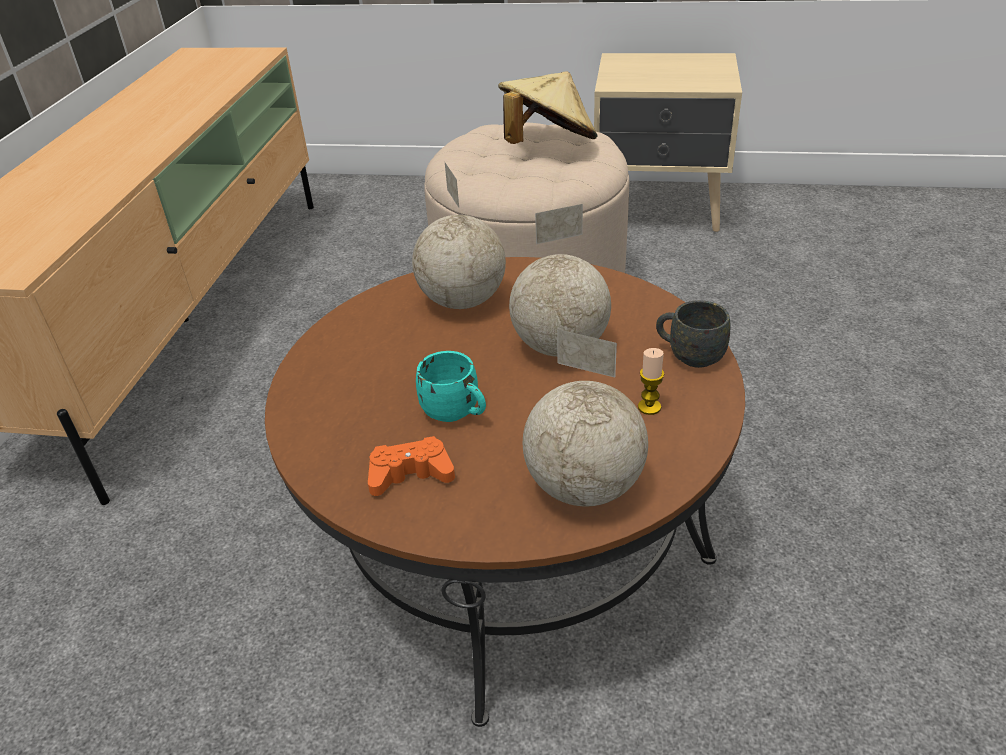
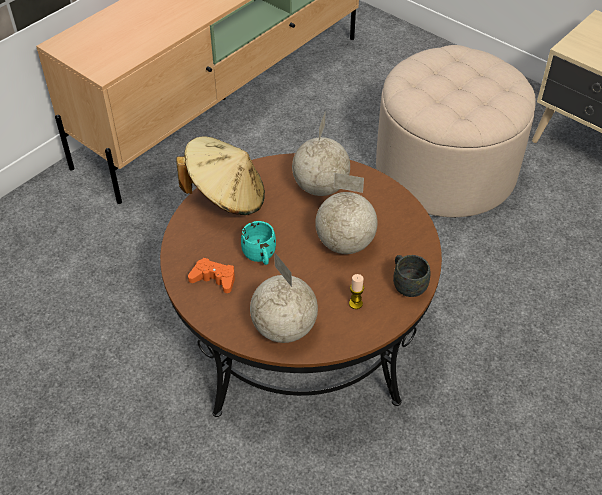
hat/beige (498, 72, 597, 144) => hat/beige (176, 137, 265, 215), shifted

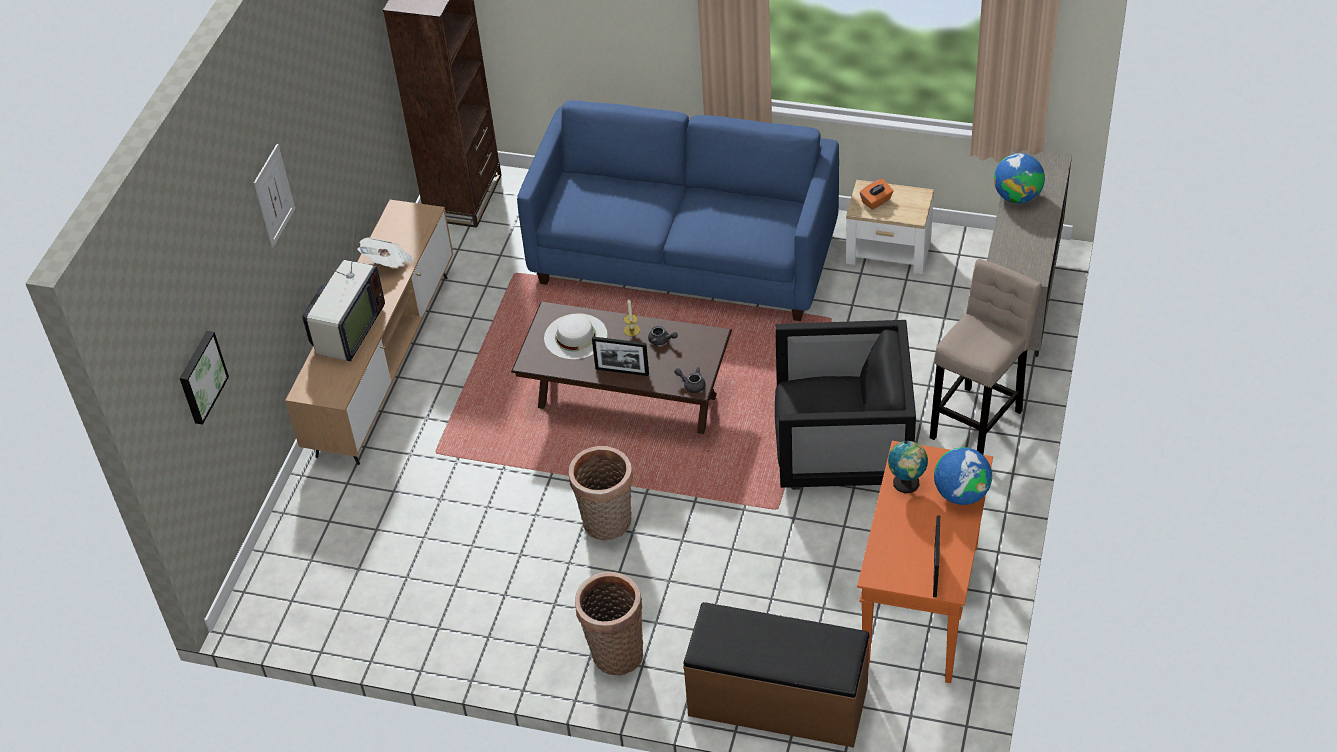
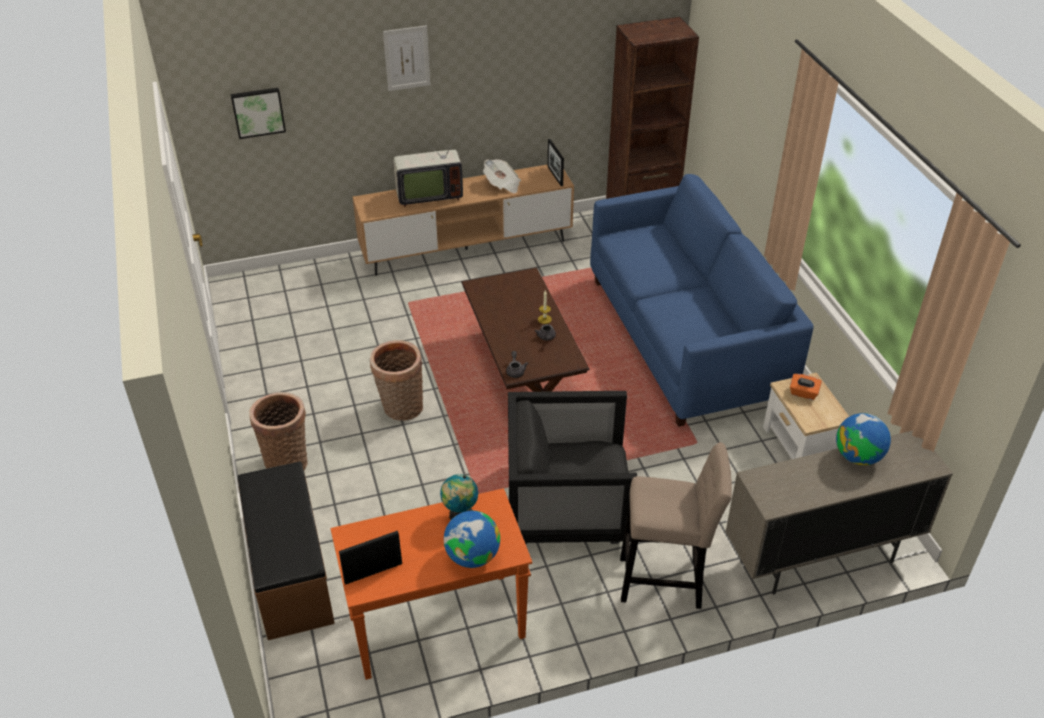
hat/white (544, 314, 607, 359) => nothing
picture frame (592, 337, 649, 376) => picture frame (548, 139, 564, 186), shifted
armchair/black (775, 320, 916, 490) => armchair/black (508, 391, 637, 544), 120 degrees clockwise

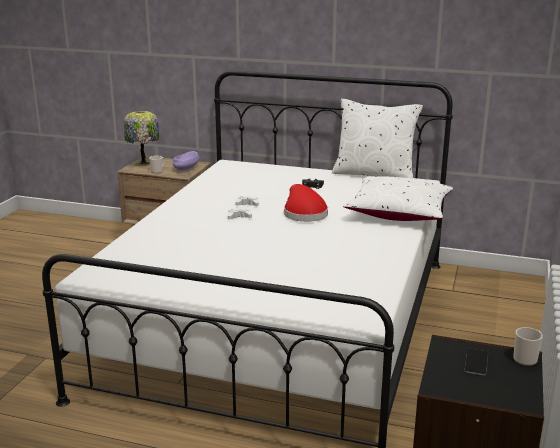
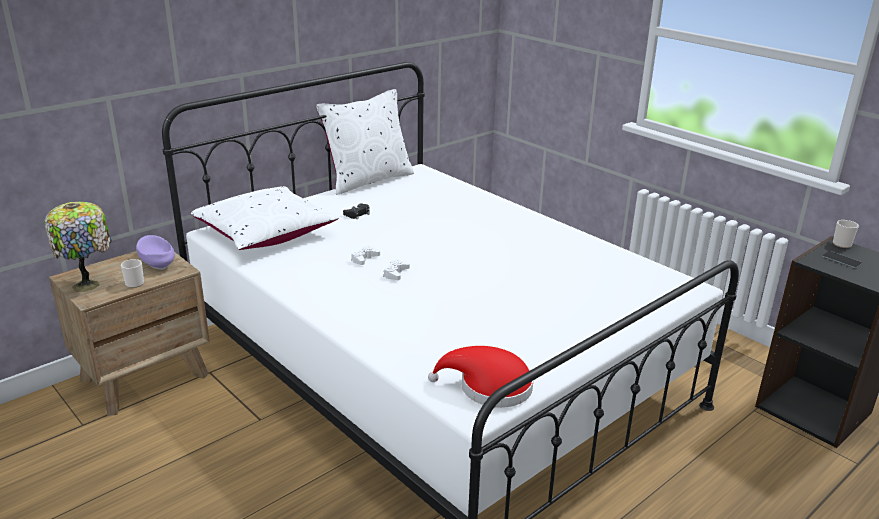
hat/red (284, 184, 328, 222) => hat/red (428, 346, 533, 408), shifted
pillow/white (343, 177, 453, 221) => pillow/white (190, 186, 339, 250), shifted

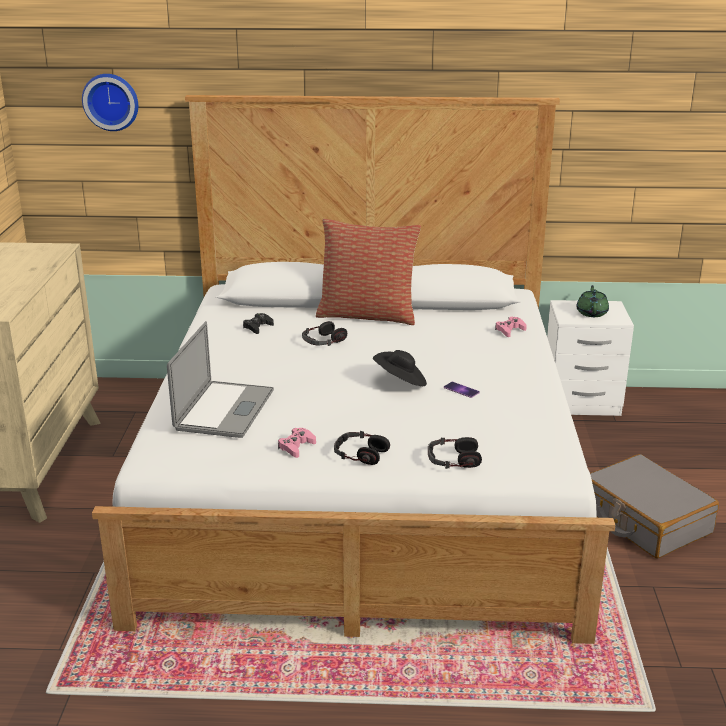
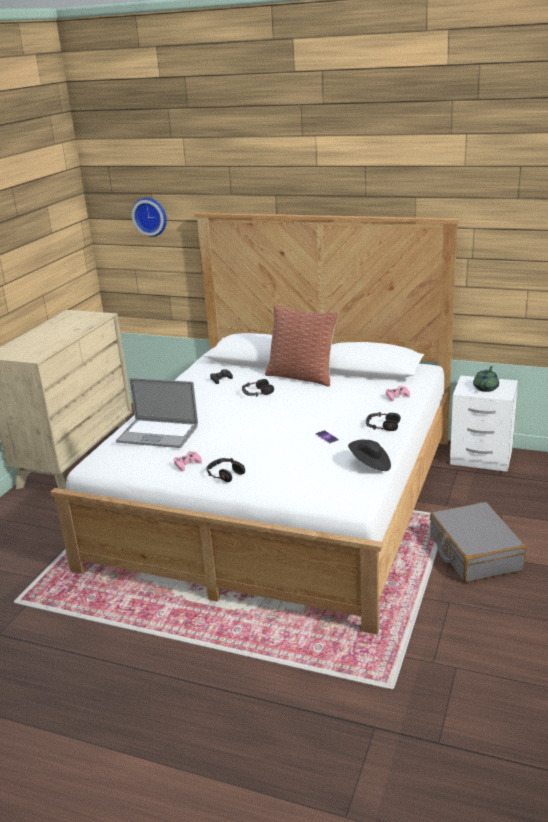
hat/black (373, 350, 427, 386) => hat/black (348, 440, 391, 471), shifted
headphones (428, 437, 482, 469) => headphones (366, 412, 401, 431), shifted
laptop (167, 321, 274, 438) => laptop (116, 378, 198, 448), 75 degrees clockwise

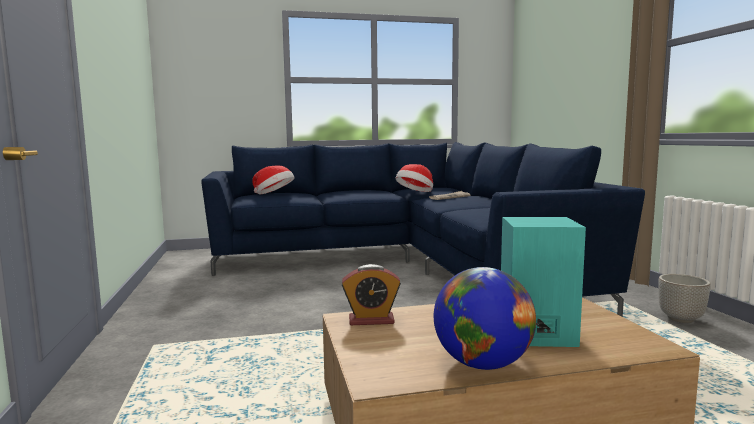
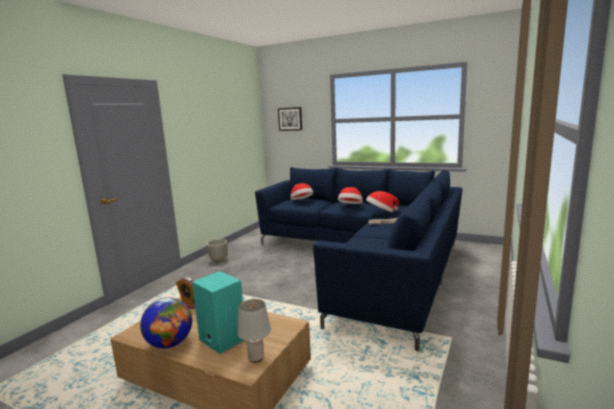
nothing => table lamp/grey (237, 299, 271, 363)
nothing => picture (278, 107, 302, 131)
nothing => hat (338, 187, 363, 204)
planter (658, 274, 711, 323) => planter (207, 239, 228, 262), shifted

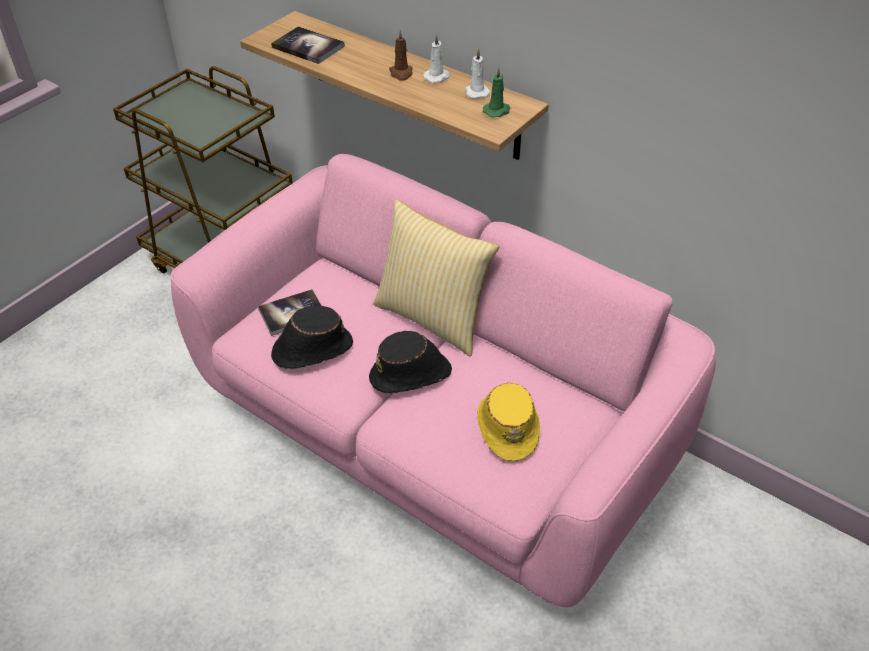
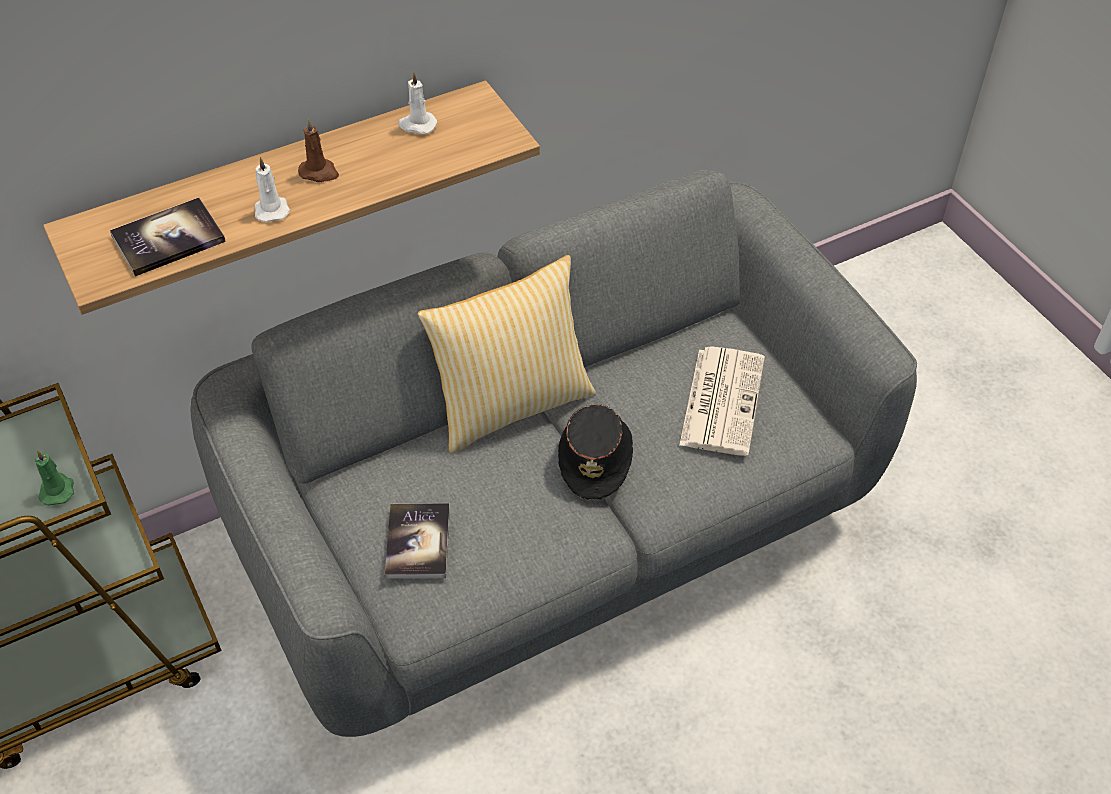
hat/black (271, 306, 353, 369) => nothing
candle/white (424, 34, 450, 83) => candle/white (255, 157, 290, 222), shifted
candle/green (483, 67, 510, 118) => candle/green (35, 450, 74, 506), shifted
hat/yellow (477, 383, 540, 461) => newspaper (679, 346, 765, 456)
sofa/pink (171, 154, 716, 607) => sofa/grey (190, 169, 917, 737)

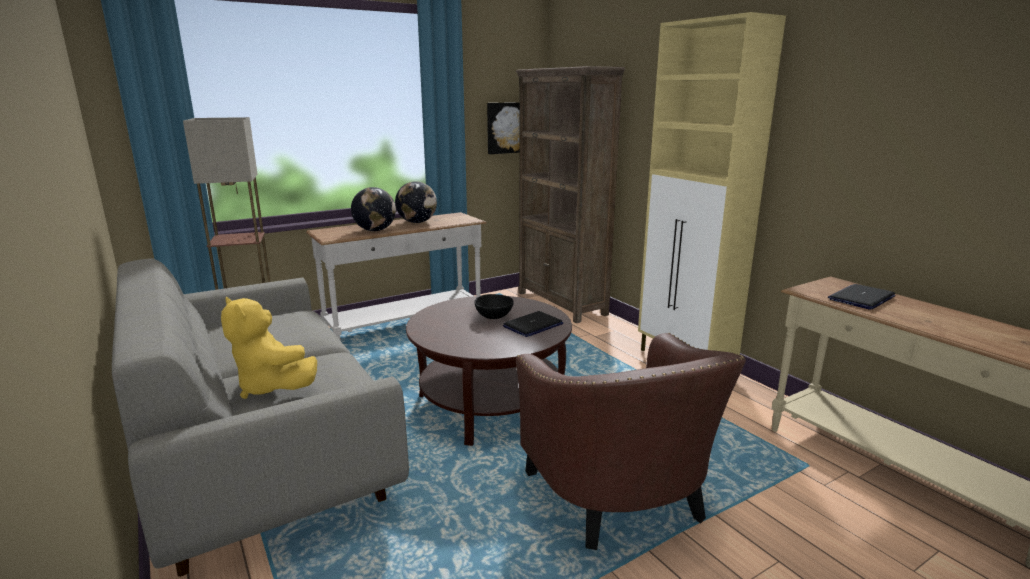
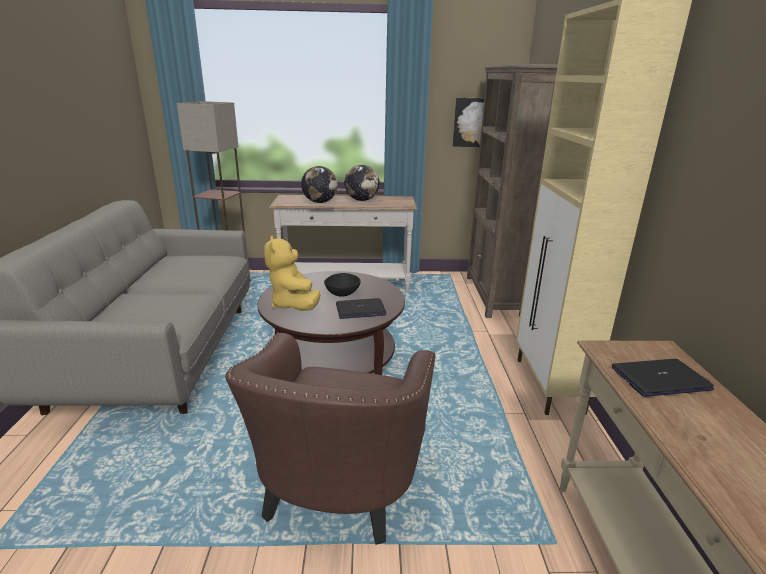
plush toy/yellow (221, 297, 317, 399) => plush toy/yellow (264, 235, 321, 311), shifted

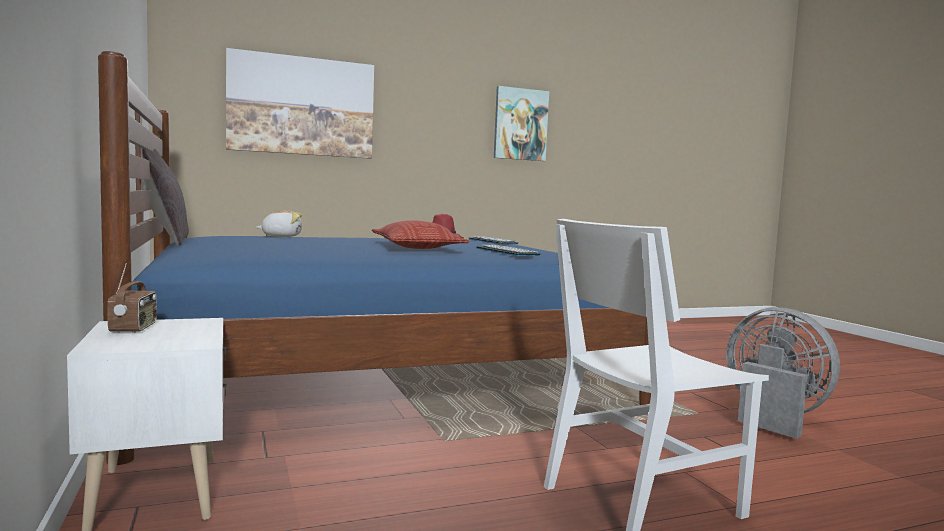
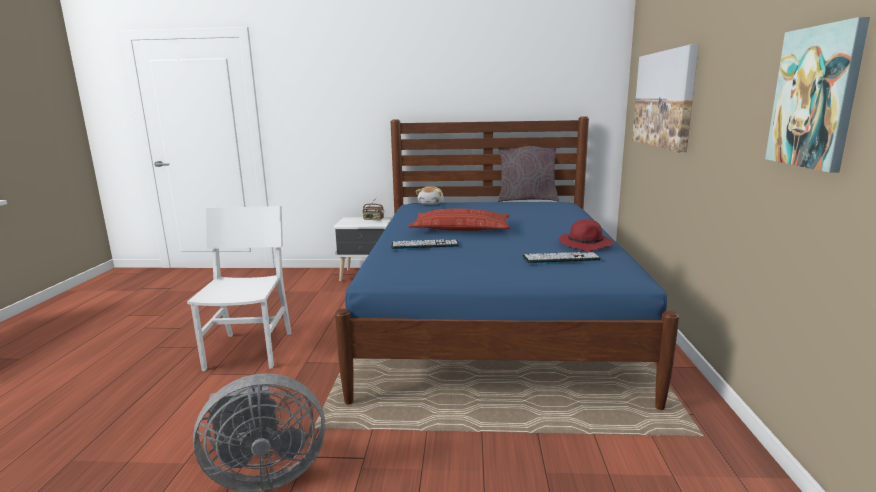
plush toy (256, 210, 302, 237) => plush toy (416, 186, 444, 205), shifted

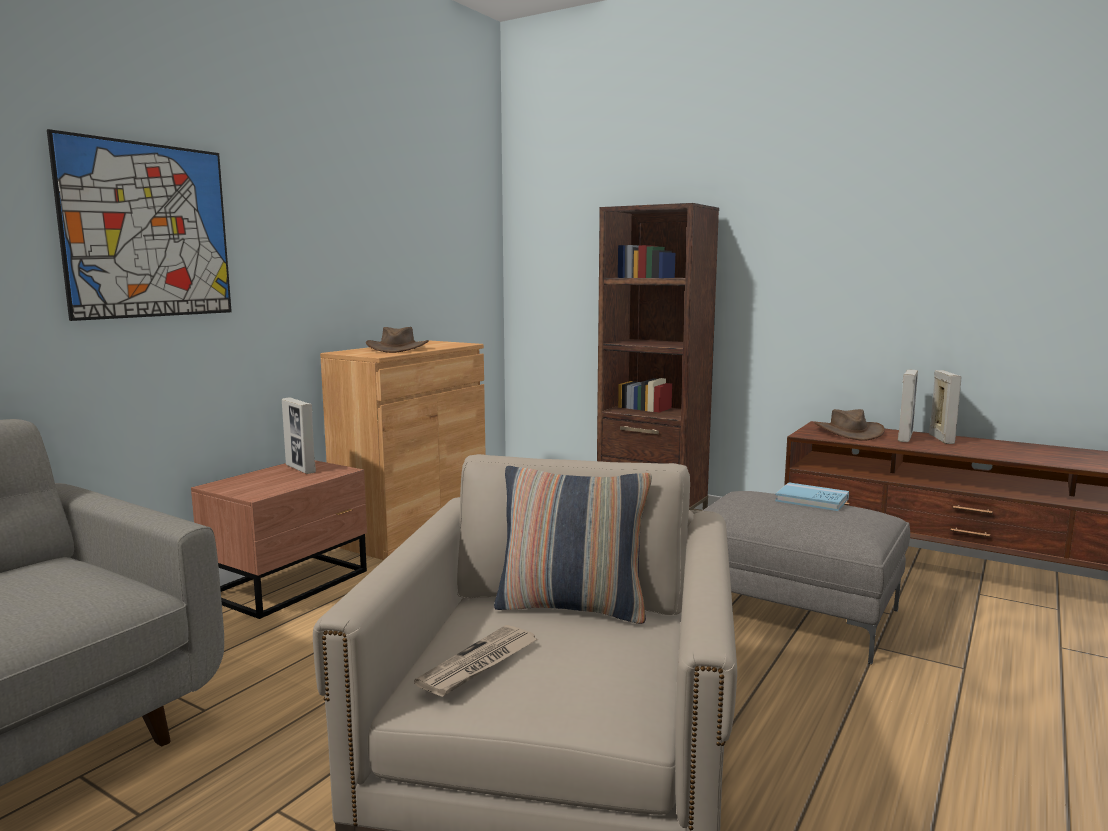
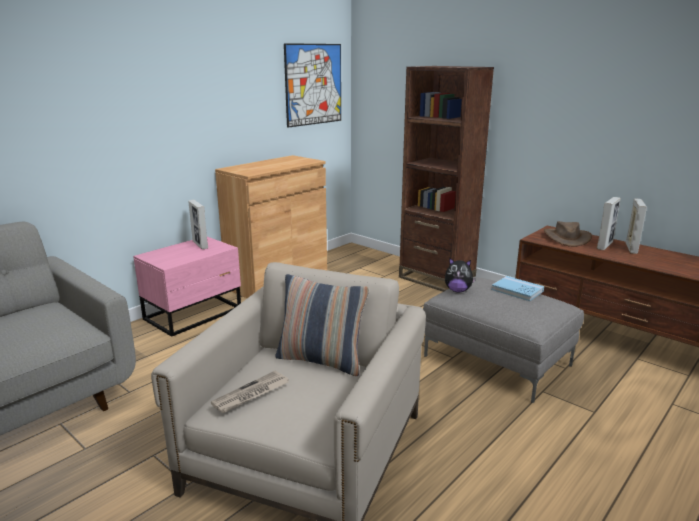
hat/brown (366, 327, 429, 353) => nothing
nothing => plush toy (445, 258, 476, 292)
picture (47, 129, 232, 321) => picture (284, 43, 341, 128), shifted
nightstand/brown (191, 460, 367, 619) => nightstand/pink (133, 237, 241, 337)

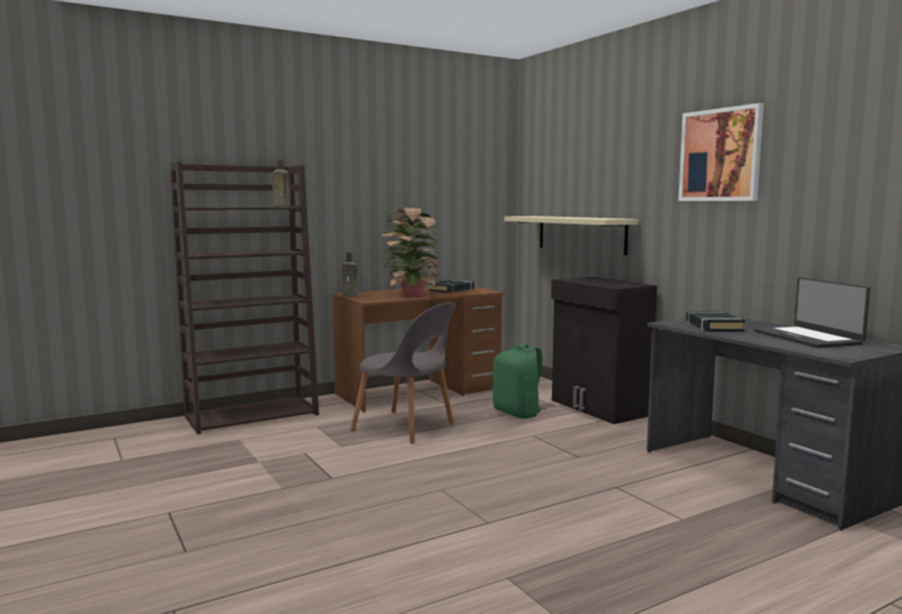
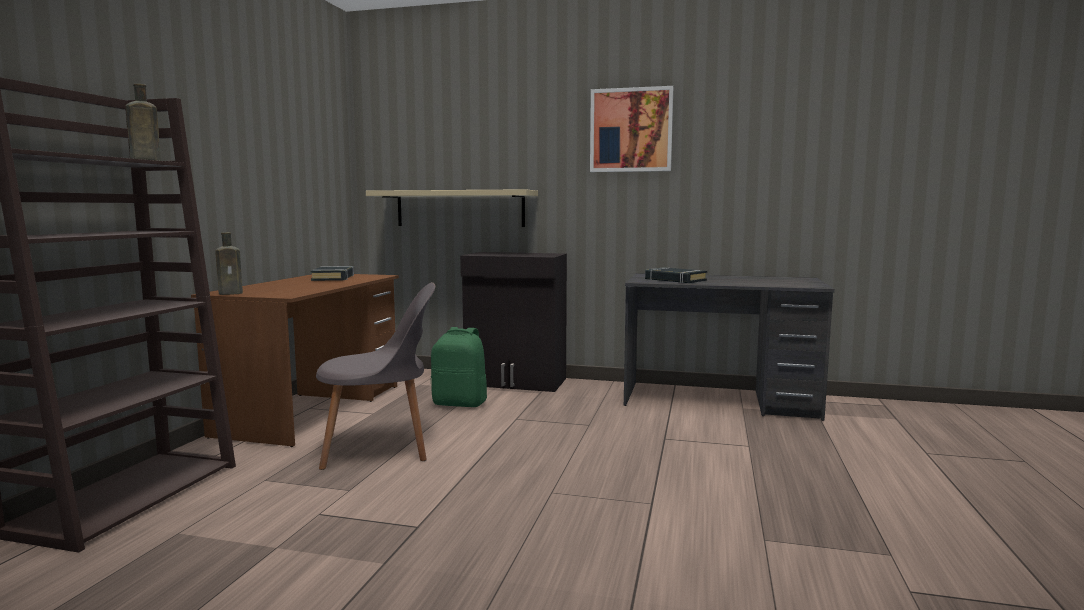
potted plant (378, 208, 441, 297) => nothing
laptop (753, 277, 870, 348) => nothing

